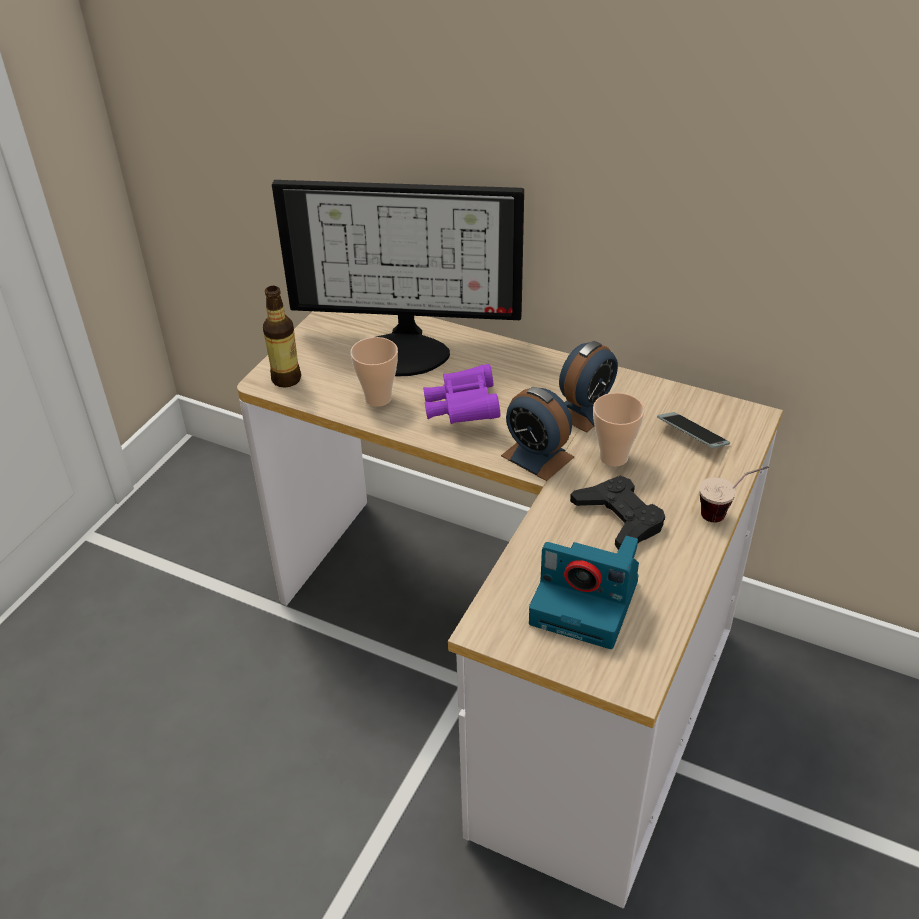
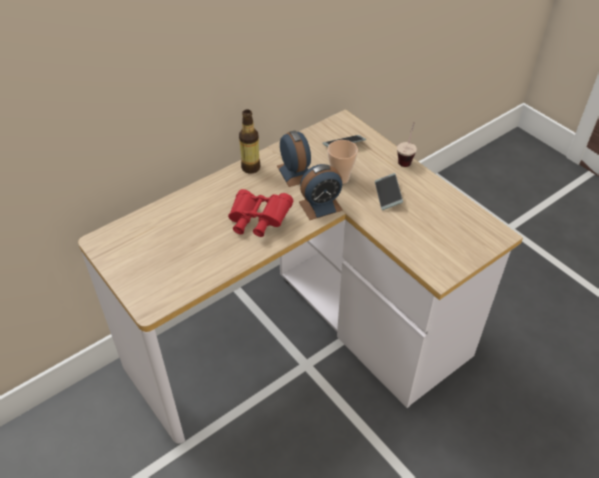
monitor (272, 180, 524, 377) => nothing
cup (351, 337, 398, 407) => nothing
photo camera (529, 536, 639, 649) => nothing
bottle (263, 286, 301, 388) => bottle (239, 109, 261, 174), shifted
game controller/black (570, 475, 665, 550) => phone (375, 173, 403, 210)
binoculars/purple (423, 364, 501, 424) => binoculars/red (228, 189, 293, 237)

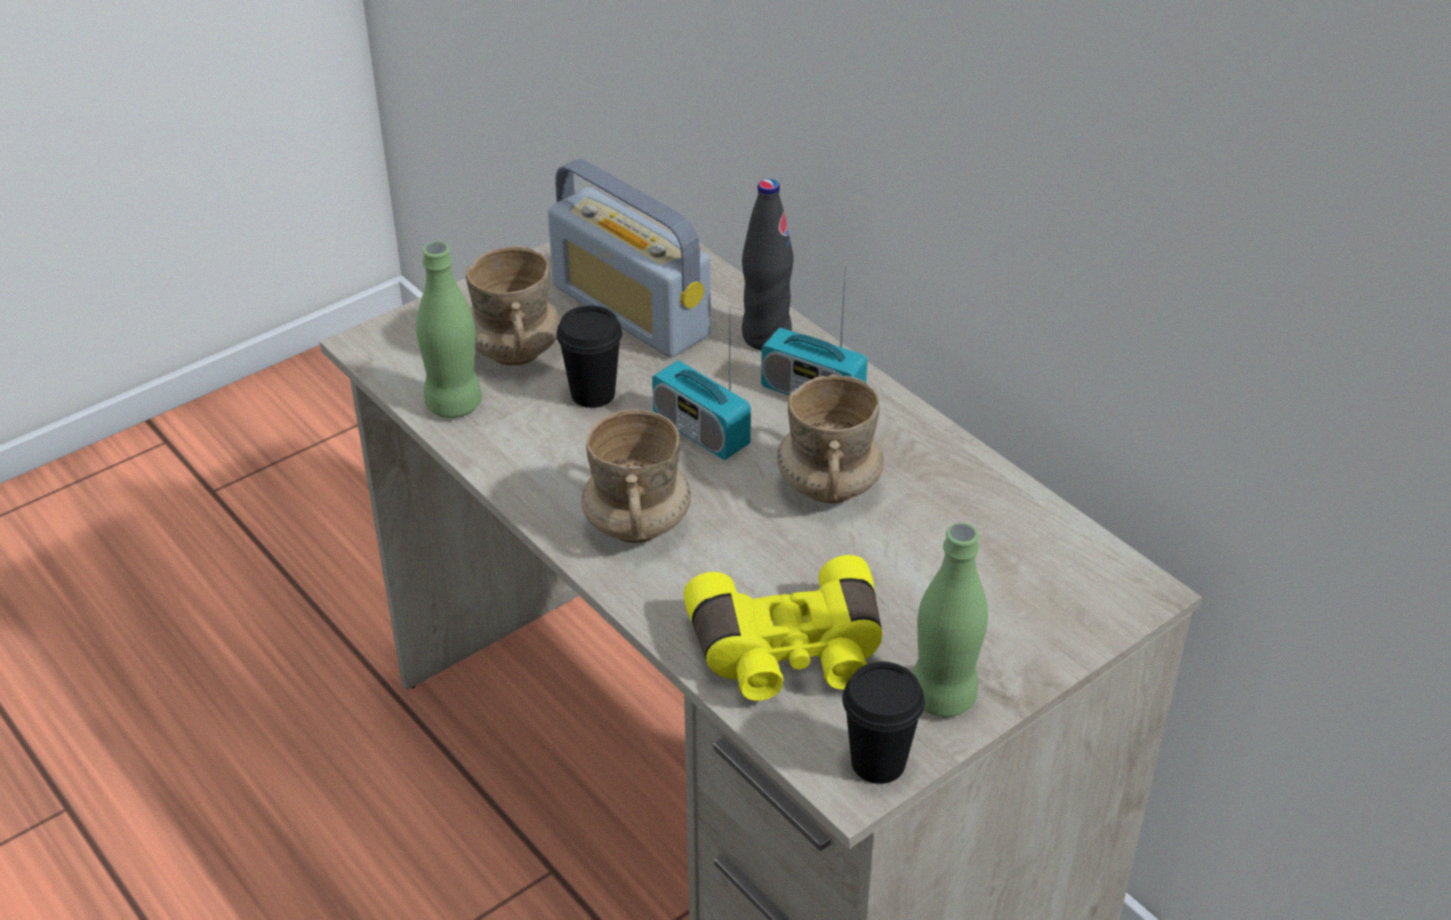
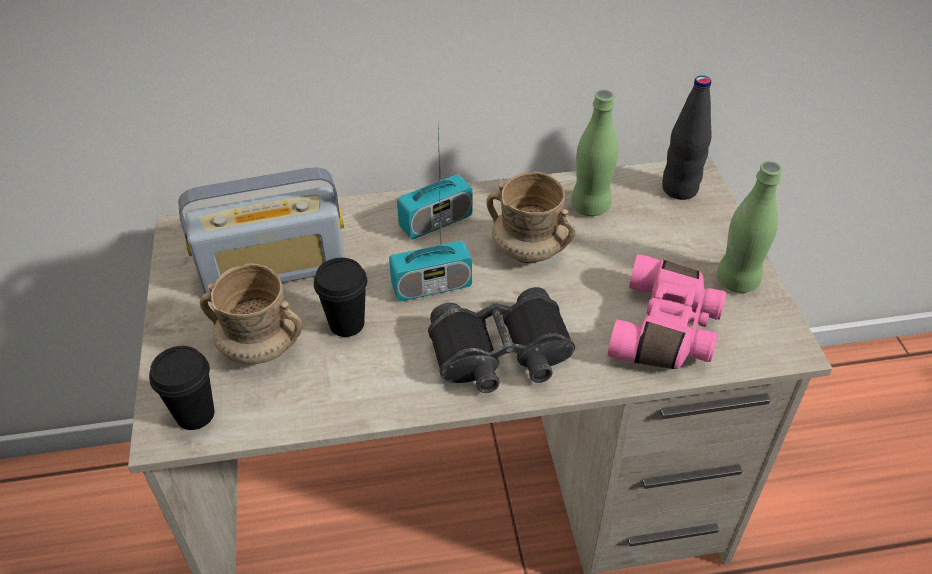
bottle/green (416, 241, 482, 418) => bottle/green (571, 90, 618, 216), shifted
bottle/black (742, 179, 794, 351) => bottle/black (662, 75, 712, 200), shifted
cup/black (842, 662, 925, 784) => cup/black (149, 346, 214, 430), shifted
mug/beige (581, 409, 691, 543) => binoculars/black (428, 287, 575, 393)
binoculars/yellow (683, 555, 882, 701) => binoculars/pink (608, 254, 726, 369)

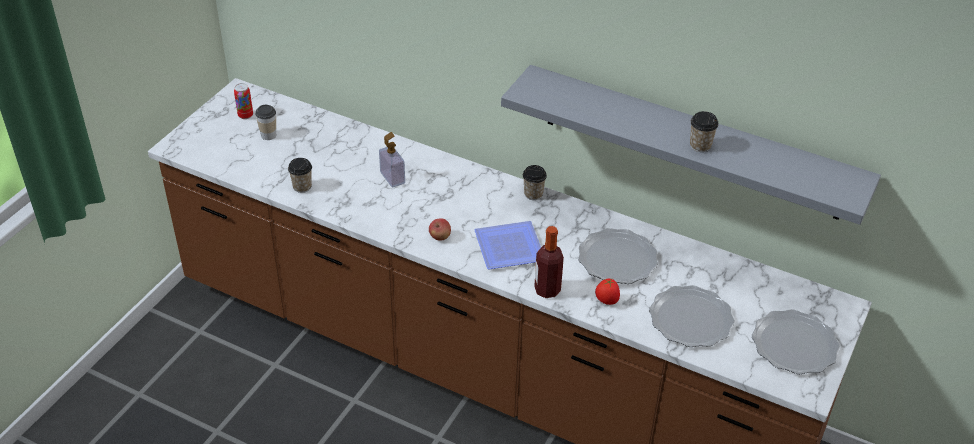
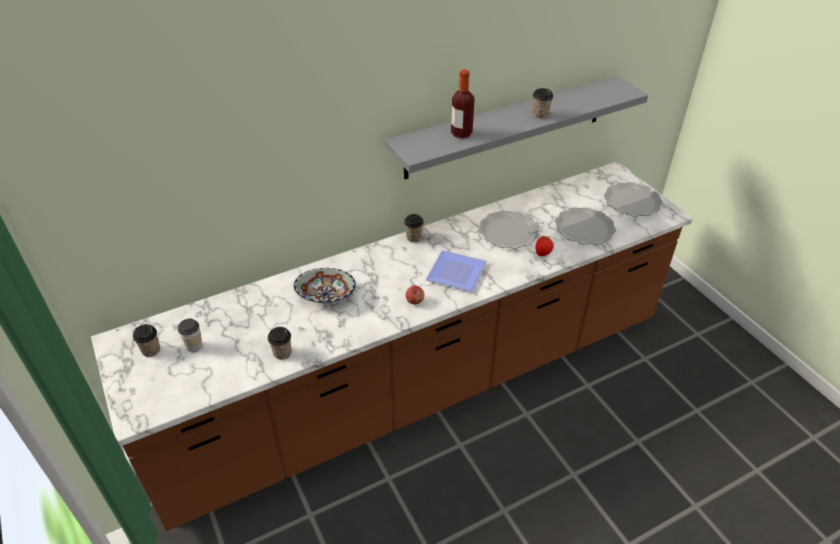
bottle (534, 226, 564, 298) => bottle (451, 69, 475, 139), shifted
can (234, 83, 253, 119) => cup (133, 324, 160, 357)
soap dispenser (379, 132, 405, 187) => bowl (294, 268, 356, 303)

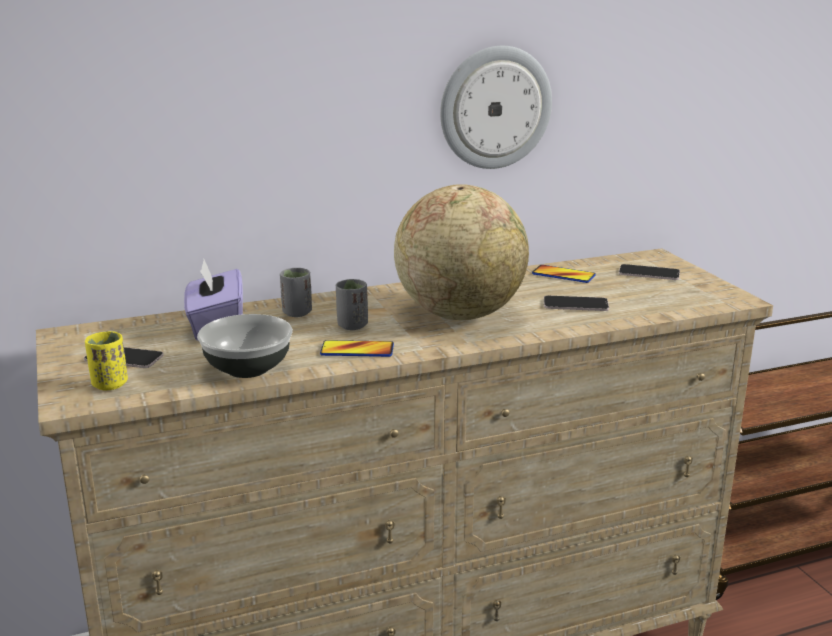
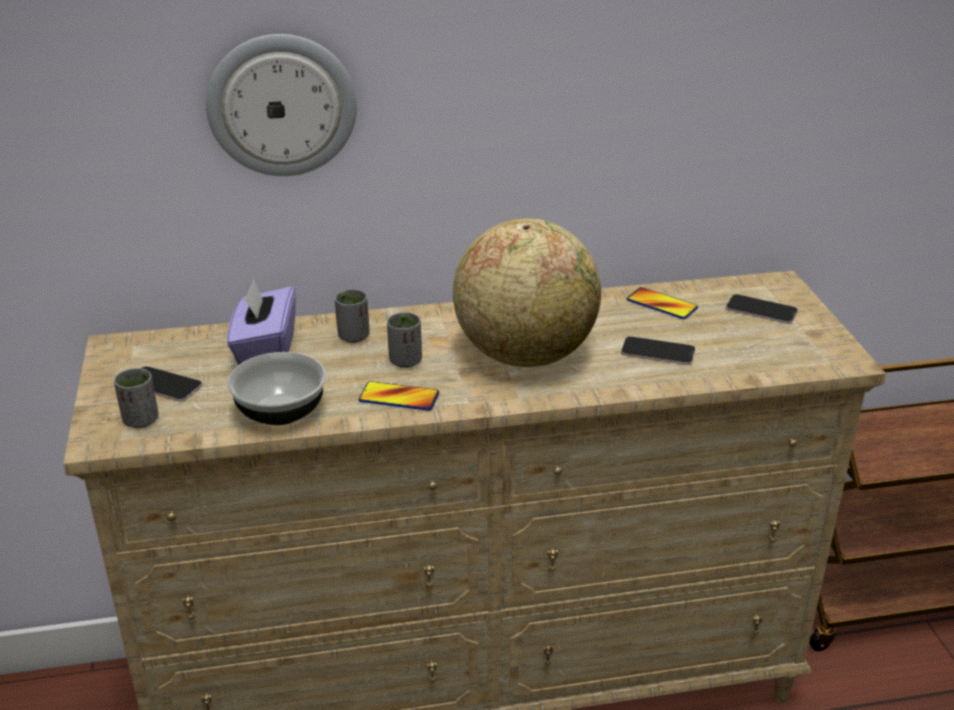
wall clock (440, 46, 552, 169) => wall clock (206, 34, 357, 176), shifted
cup/yellow (85, 331, 128, 390) => cup/grey (114, 368, 159, 428)

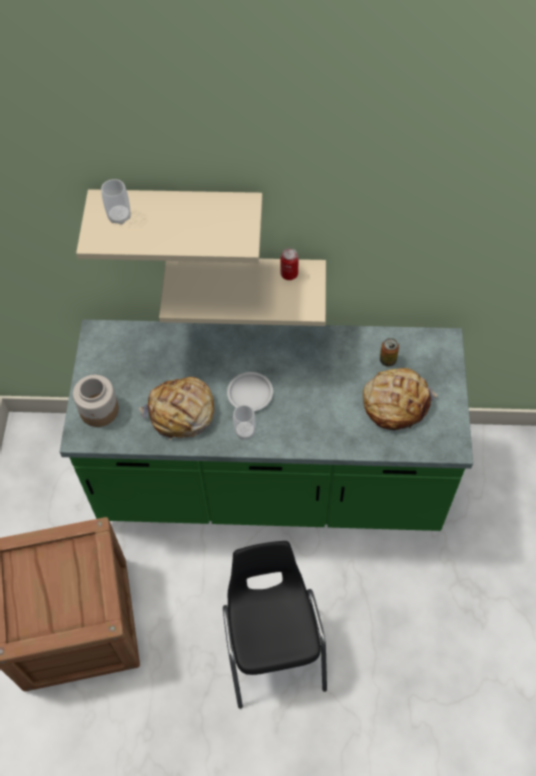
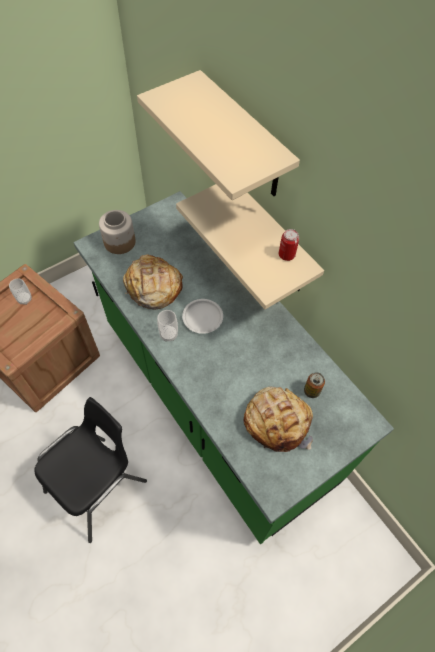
cup (101, 179, 131, 225) => cup (9, 278, 32, 305), shifted

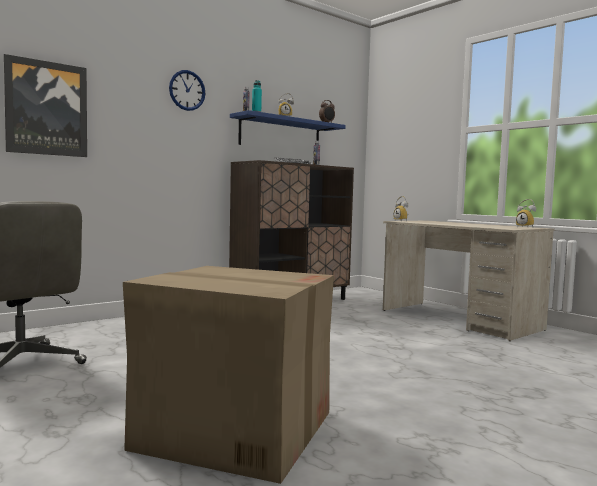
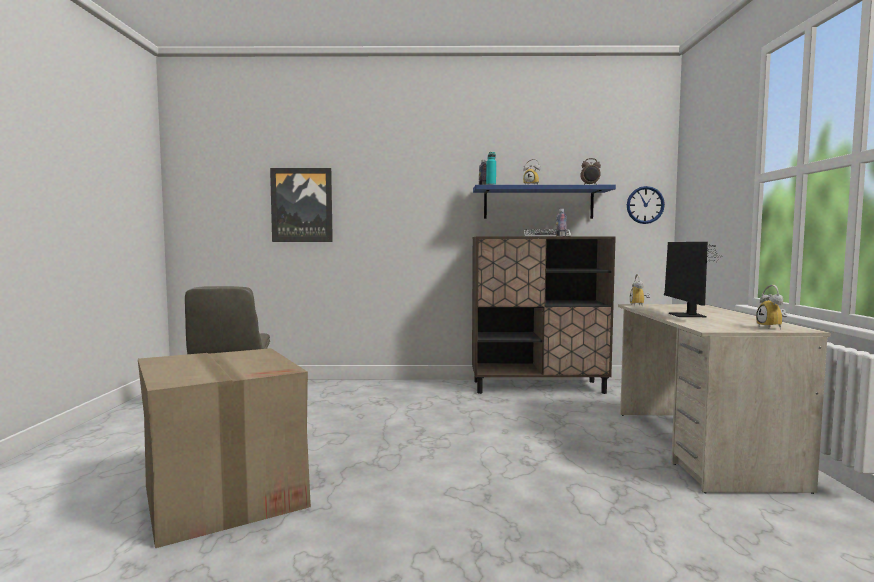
nothing => monitor (664, 242, 722, 317)
wall clock (169, 70, 205, 111) => wall clock (627, 186, 665, 224), shifted

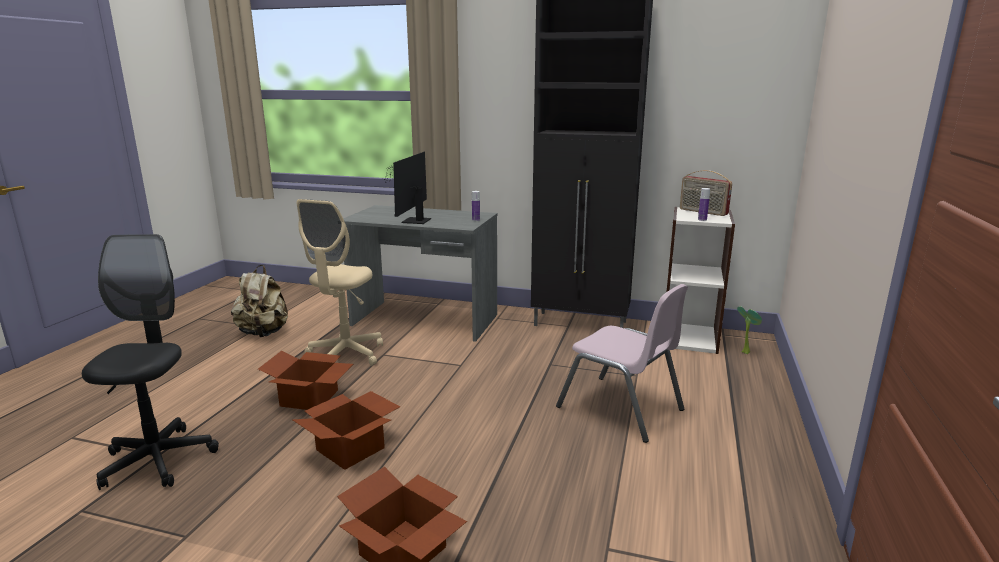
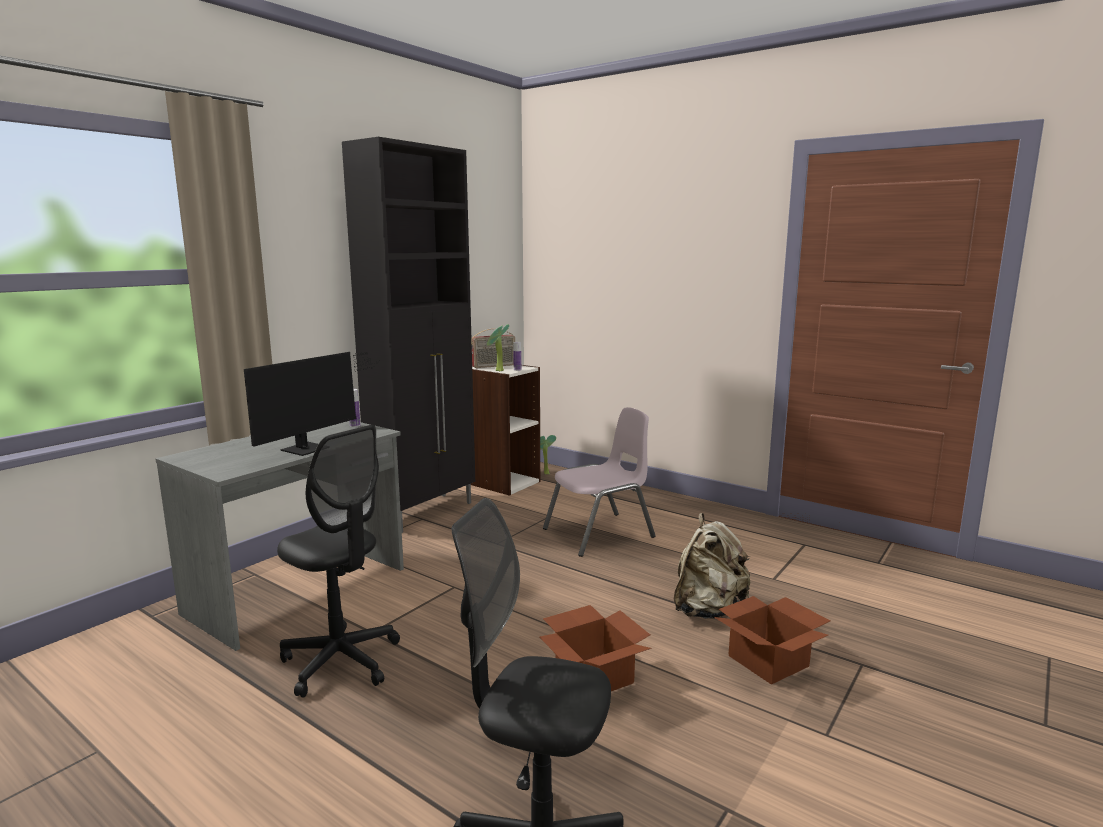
cardboard box (258, 351, 353, 410) => nothing
nothing => potted plant (487, 324, 509, 371)
backpack/beige (231, 265, 288, 337) => backpack/beige (674, 513, 750, 619), shifted
office chair/beige (297, 199, 383, 366) => office chair/black (277, 425, 400, 698)
monitor (382, 152, 431, 224) => monitor (244, 352, 379, 456), 90 degrees counterclockwise

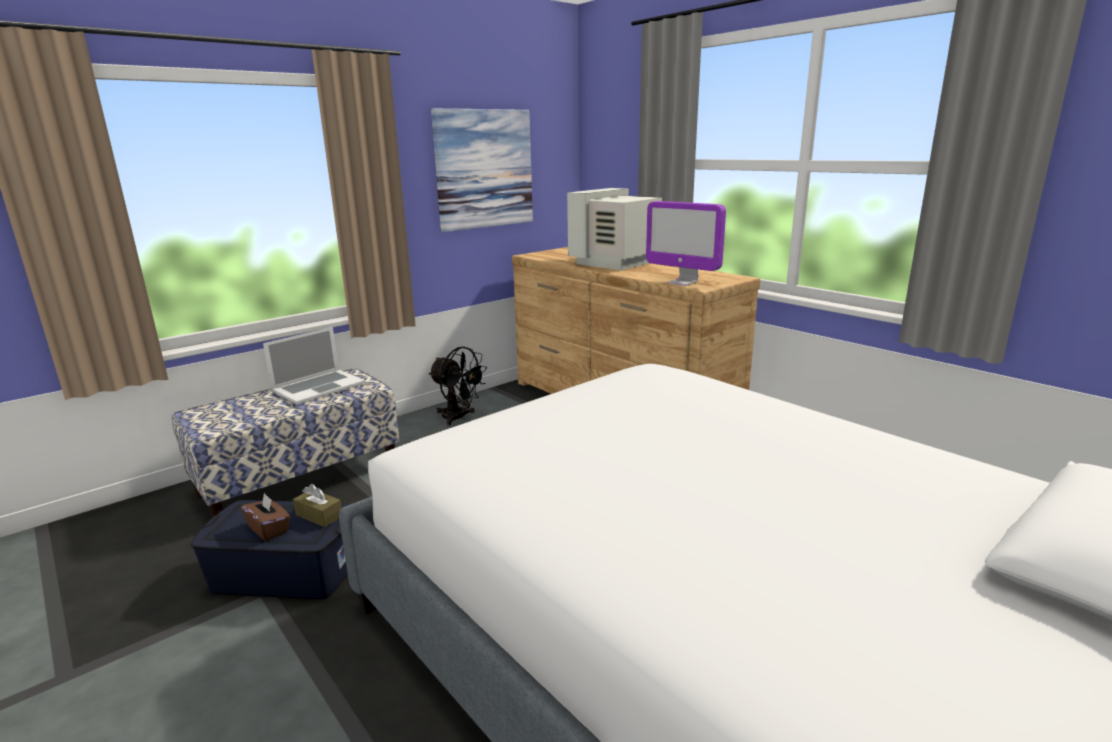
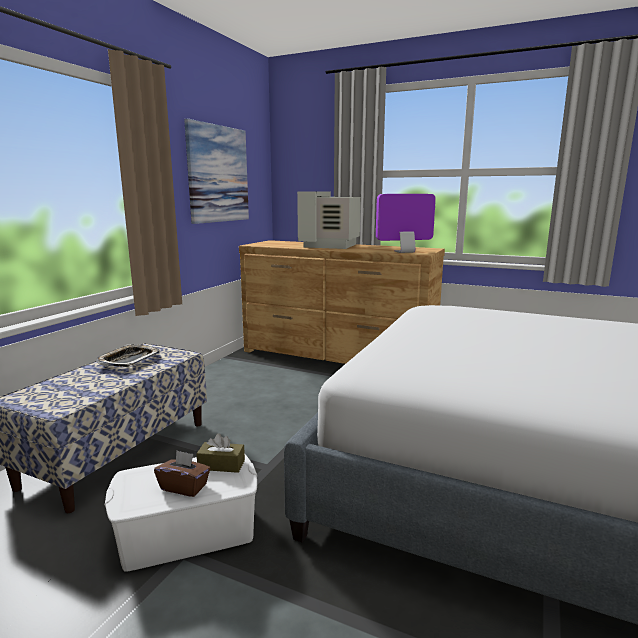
fan/black (428, 347, 487, 426) => nothing
laptop (263, 327, 365, 404) => tray (96, 344, 160, 367)
storage box/blue (191, 500, 350, 599) => storage box/white (105, 454, 257, 572)
monitor (646, 201, 726, 286) => monitor (376, 194, 436, 253), 150 degrees clockwise

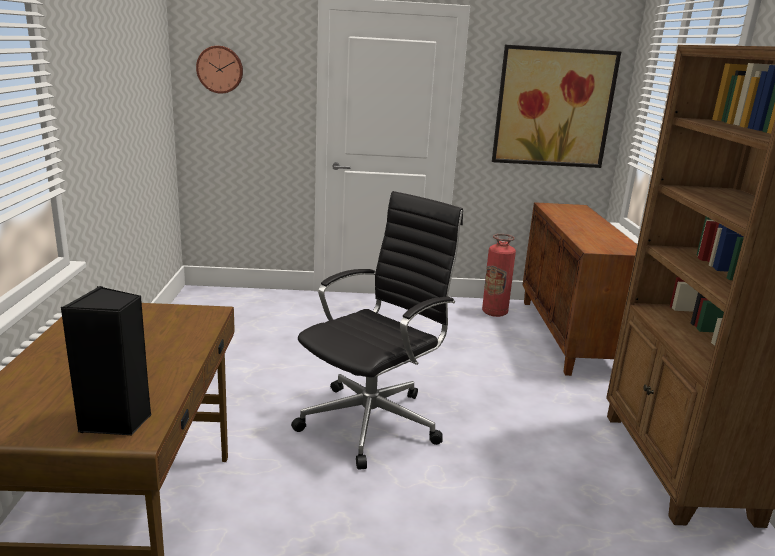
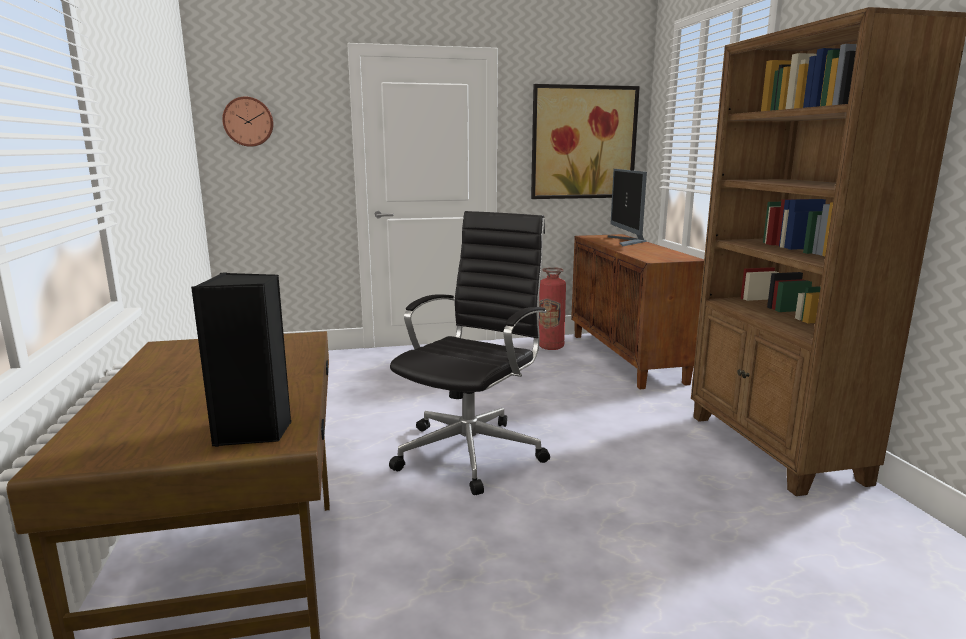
nothing => monitor (608, 169, 647, 246)

